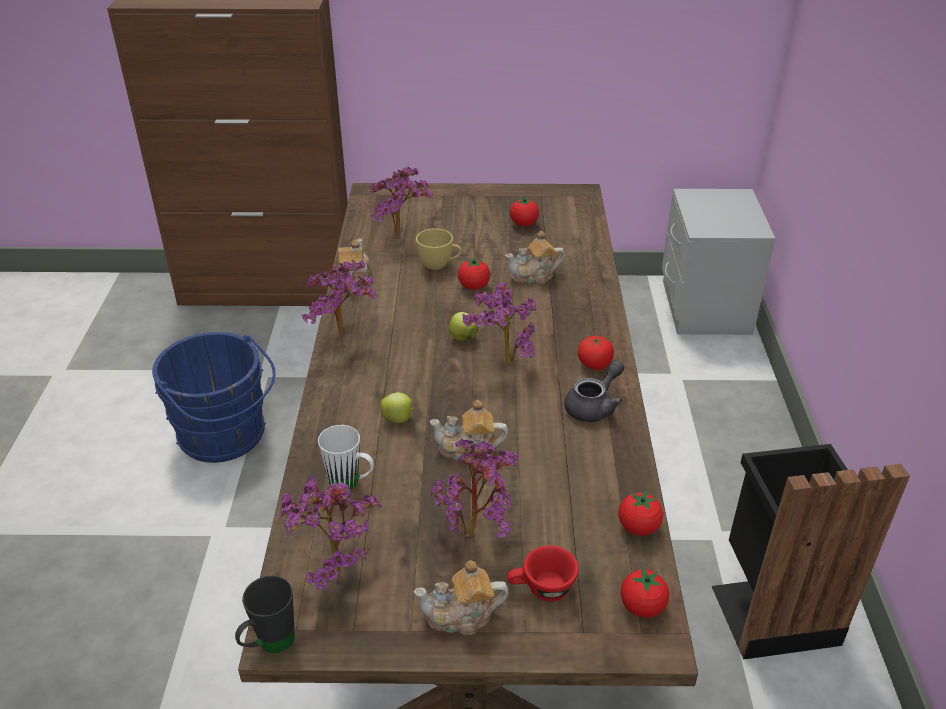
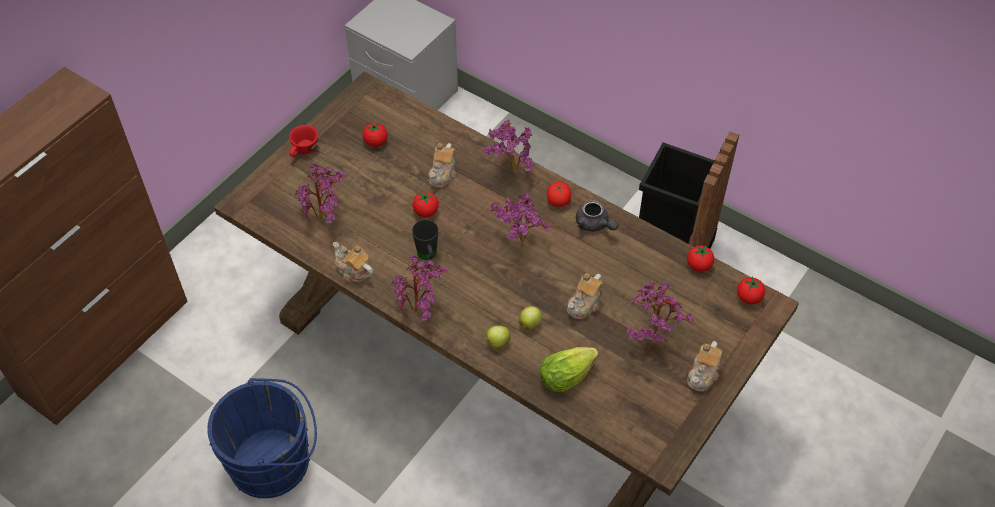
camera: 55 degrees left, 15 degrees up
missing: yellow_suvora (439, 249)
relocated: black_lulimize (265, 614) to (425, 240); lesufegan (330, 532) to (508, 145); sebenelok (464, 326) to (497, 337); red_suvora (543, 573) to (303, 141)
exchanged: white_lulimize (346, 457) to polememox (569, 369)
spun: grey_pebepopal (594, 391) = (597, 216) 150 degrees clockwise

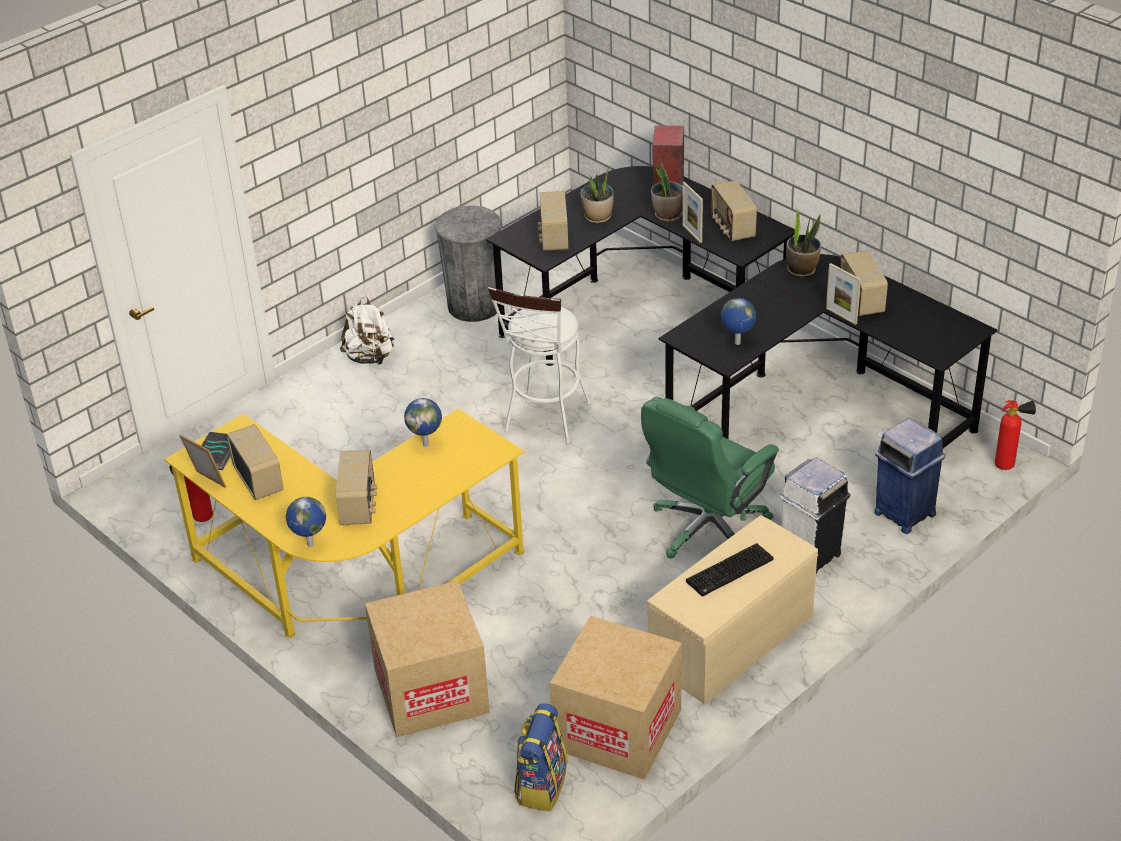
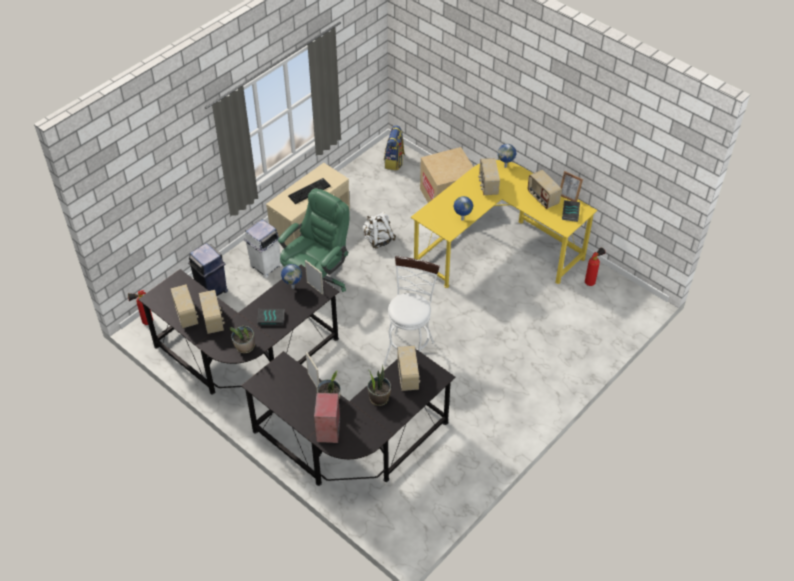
camera: 175 degrees right, 10 degrees up
missing: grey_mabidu (468, 263); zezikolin (616, 698)
appeared: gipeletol (271, 317)
relocated: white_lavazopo (367, 330) to (379, 230); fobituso (734, 210) to (184, 306); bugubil (843, 294) to (314, 277)

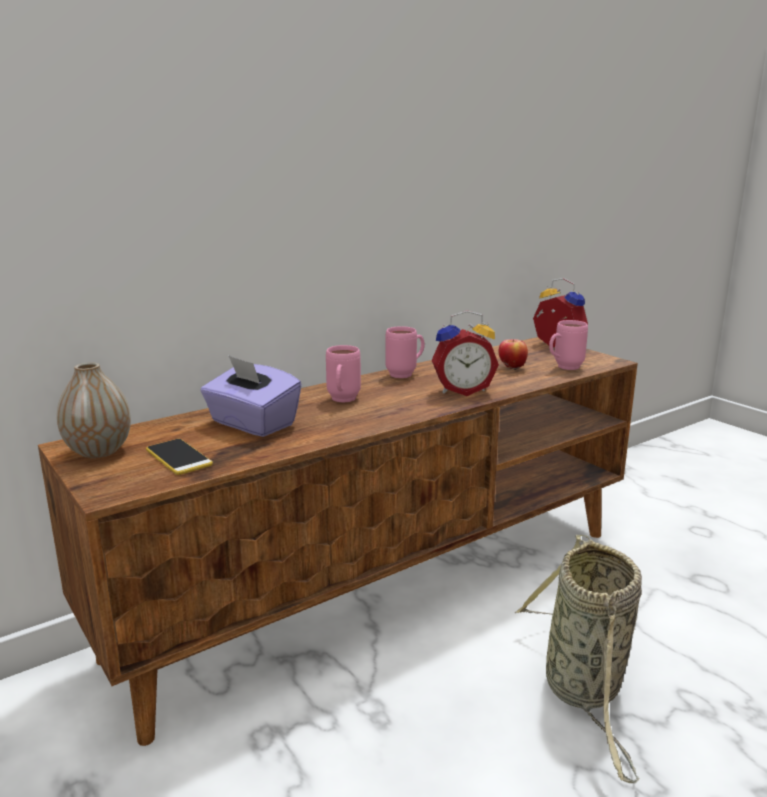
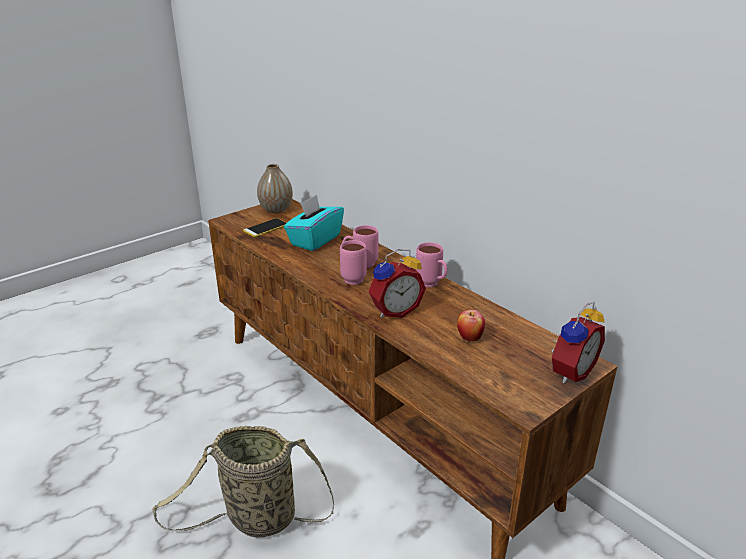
camera: 85 degrees right, 10 degrees up
relocated: pink_lulimize (568, 345) to (353, 262)
colour: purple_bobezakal (251, 396) to turquoise_bobezakal (314, 223)
spun: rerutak (465, 353) = (397, 283) 105 degrees counterclockwise

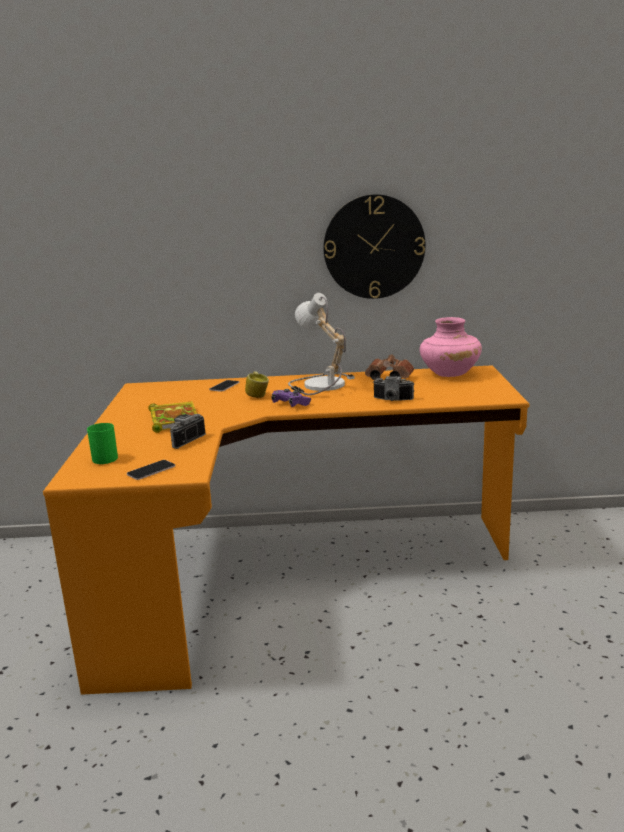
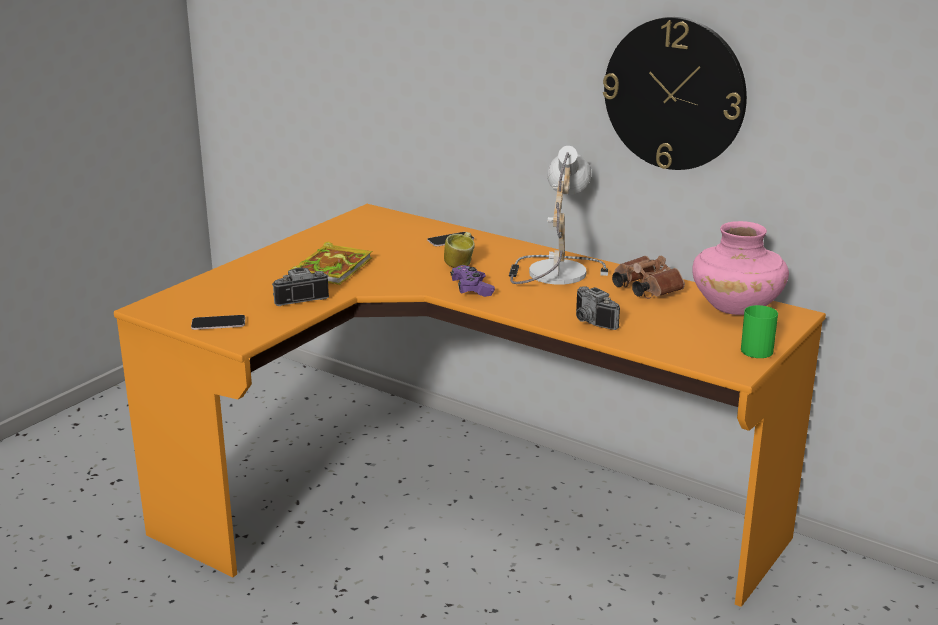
camera: 35 degrees right, 5 degrees up
relocated: green_lulimize (102, 443) to (759, 331)

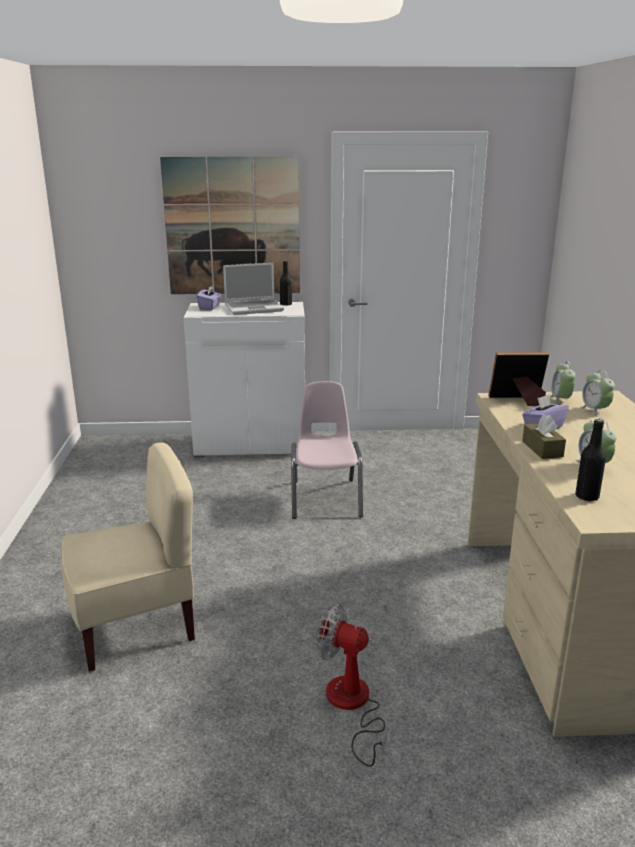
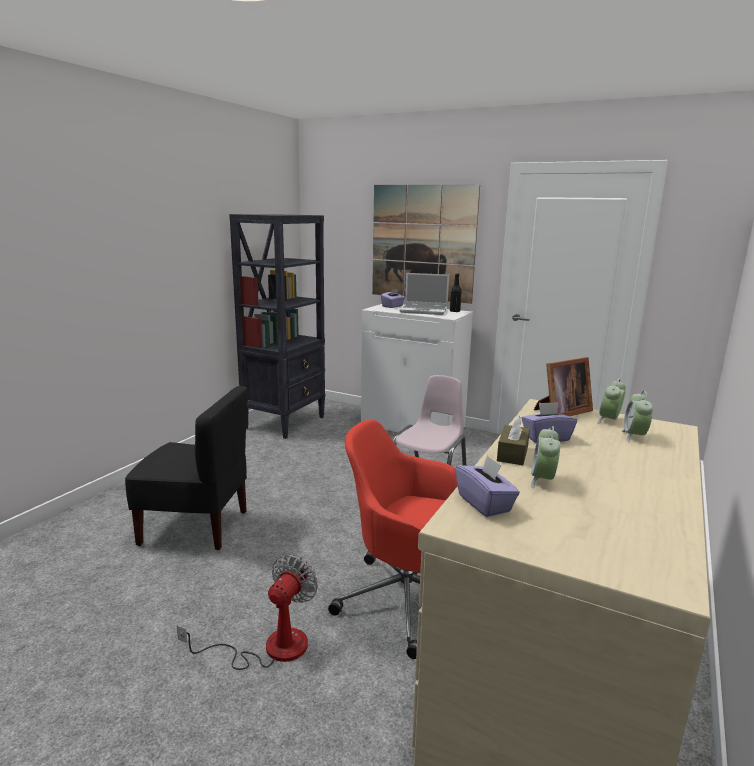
camera: 30 degrees right, 5 degrees down
appeared: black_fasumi (277, 326); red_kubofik (392, 539)
exchanged: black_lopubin (590, 460) to purple_bobezakal (487, 486)
colour: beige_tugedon (127, 557) to black_tugedon (186, 468)
spun: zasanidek (351, 685) = (247, 612) 60 degrees clockwise; bugubil (518, 379) = (563, 386) 120 degrees clockwise

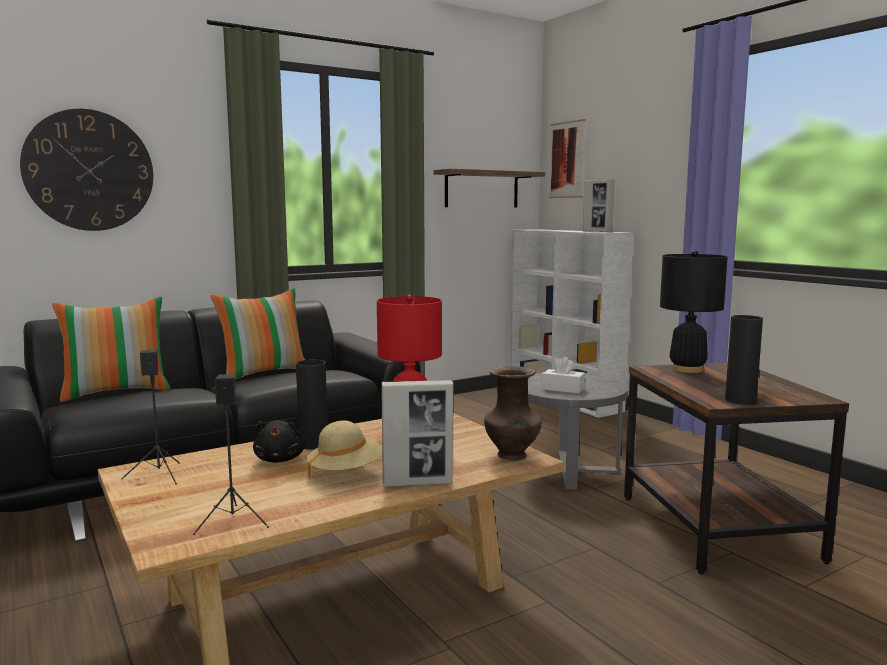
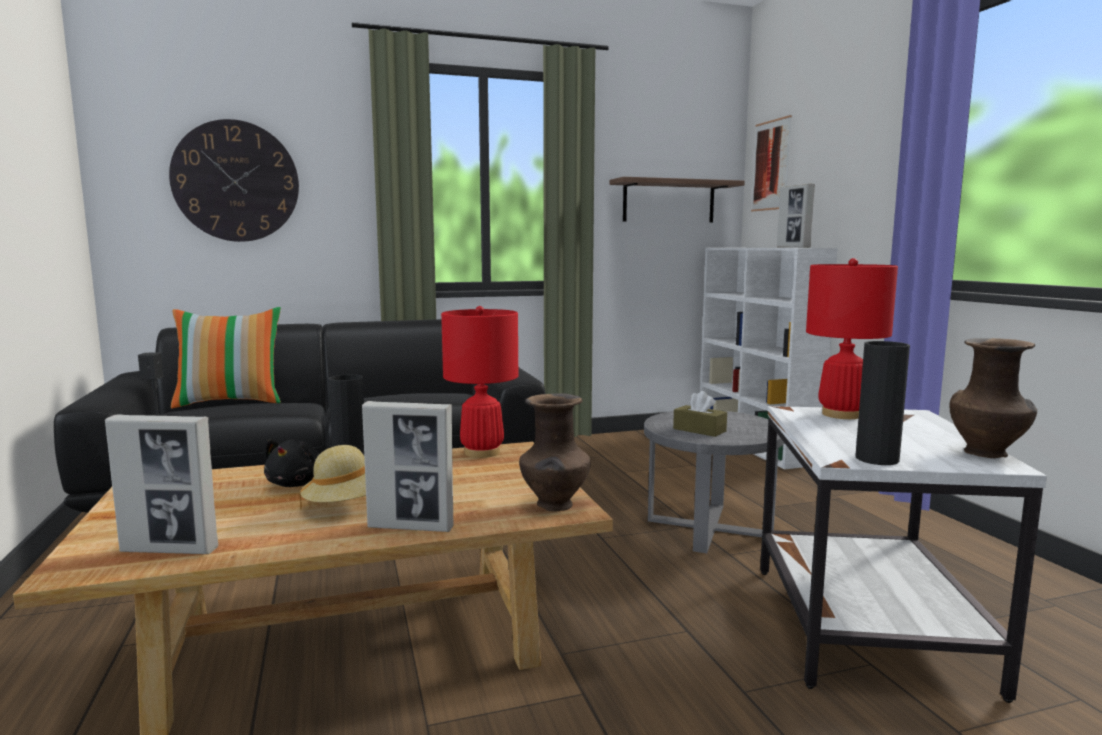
camera: 15 degrees right, 0 degrees up
missing: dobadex (258, 334)
appeared: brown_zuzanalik (993, 398)
exchanged: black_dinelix (231, 454) to bugubil (161, 484)
colour: white_bobezakal (563, 375) to brown_bobezakal (700, 414); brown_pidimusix (736, 468) to white_pidimusix (903, 554); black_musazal (694, 312) to red_musazal (852, 338)

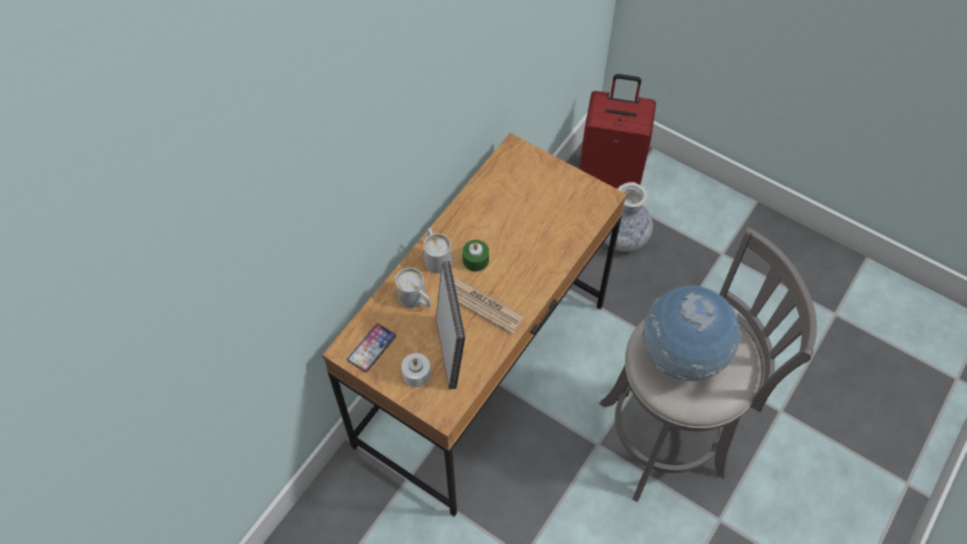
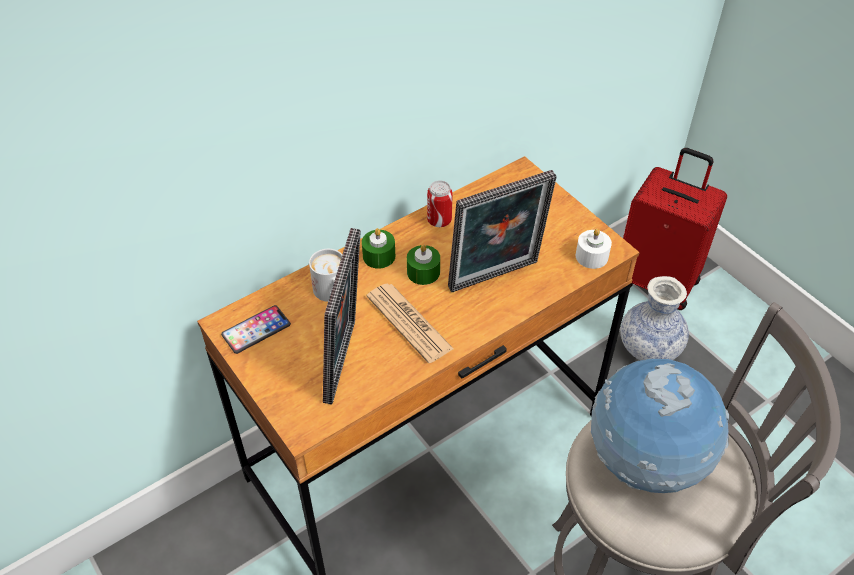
camera: 20 degrees right, 10 degrees down
appeared: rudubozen (440, 203); bugubil (502, 231)
relocated: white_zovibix (416, 370) to (594, 248)
exchanged: white_lulimize (437, 250) to green_zovibix (378, 248)

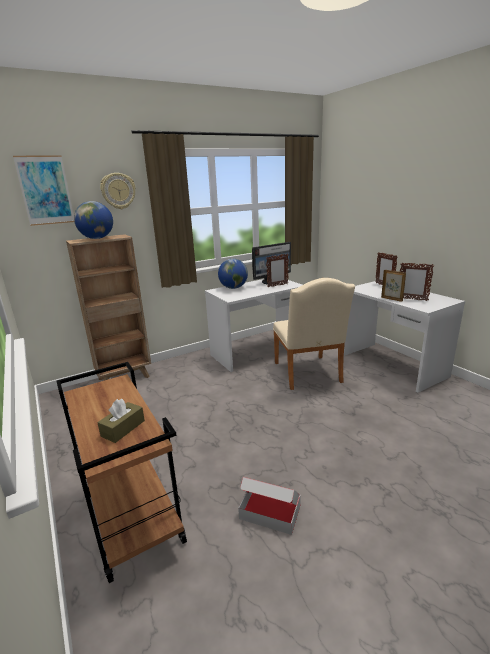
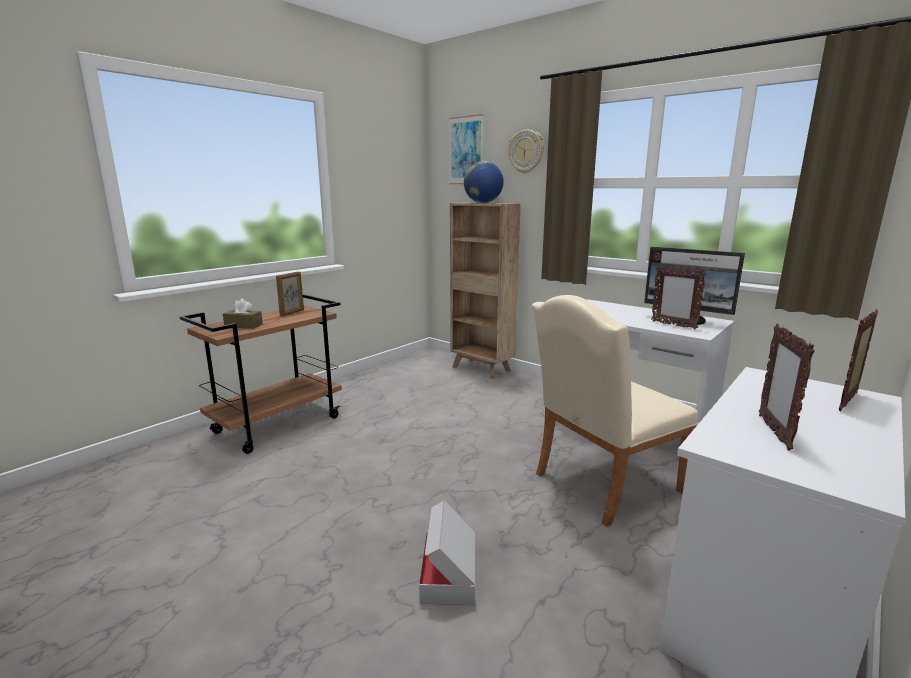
camera: 70 degrees right, 5 degrees down
missing: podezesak (233, 274)
relocated: zezikolin (269, 506) to (447, 552); bugubil (393, 286) to (290, 294)

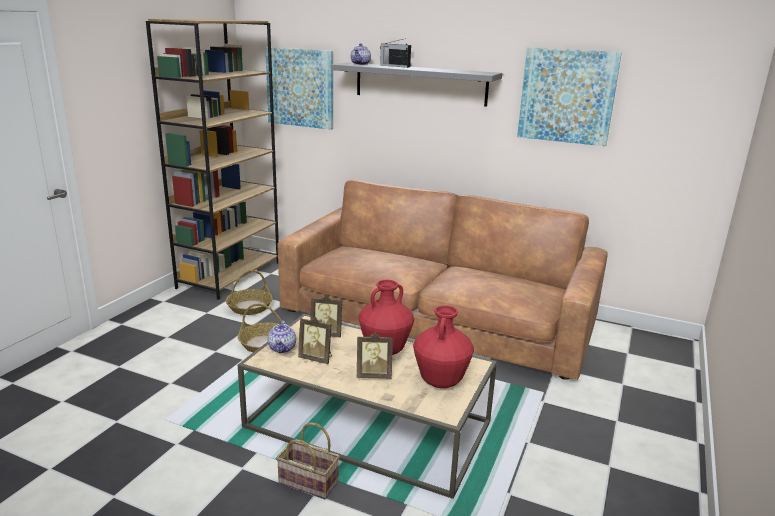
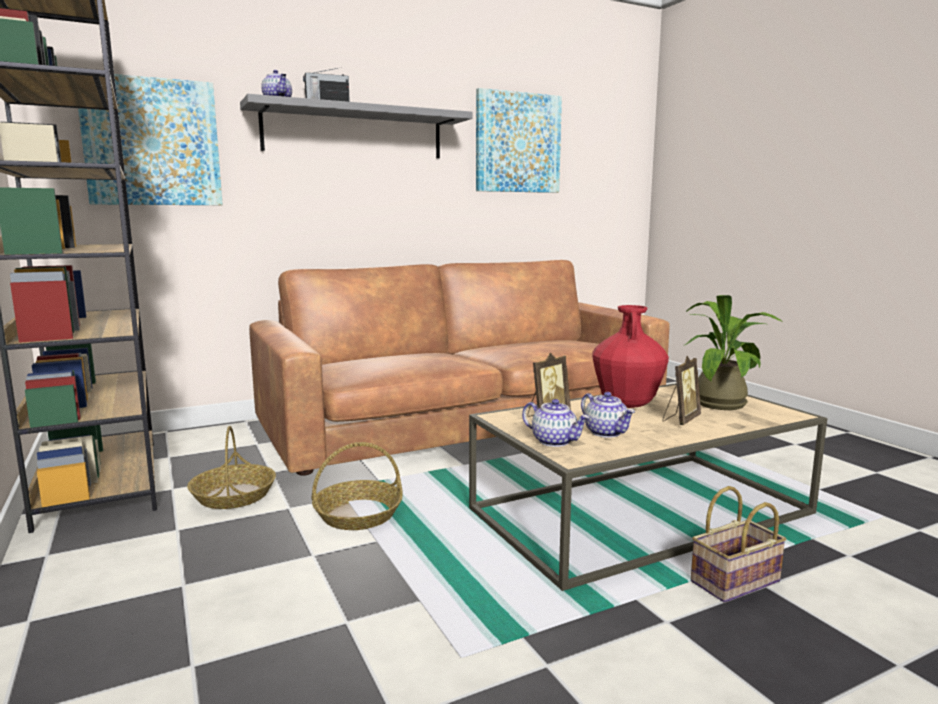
camera: 50 degrees left, 10 degrees down
exchanged: bugubil (315, 340) to pebepopal (608, 415); red_zuzanalik (443, 346) to lesufegan (733, 352)

